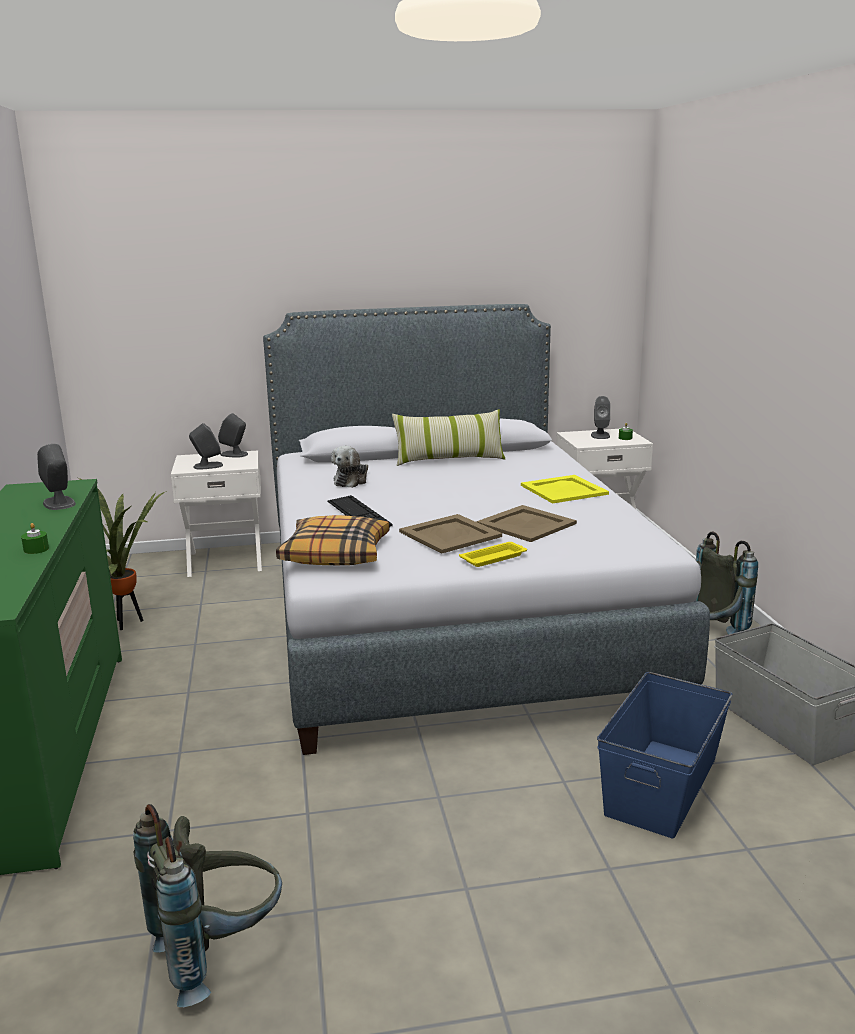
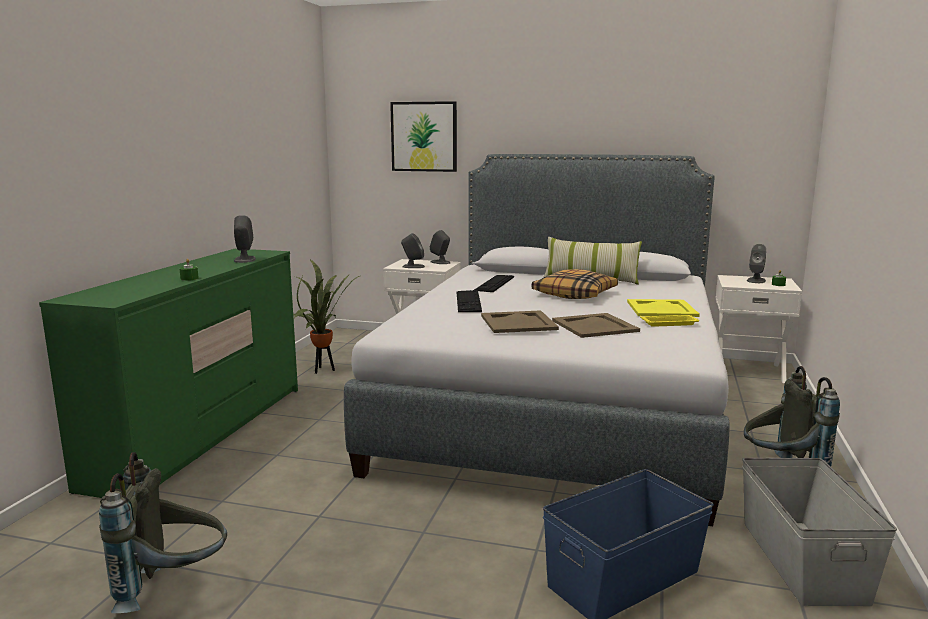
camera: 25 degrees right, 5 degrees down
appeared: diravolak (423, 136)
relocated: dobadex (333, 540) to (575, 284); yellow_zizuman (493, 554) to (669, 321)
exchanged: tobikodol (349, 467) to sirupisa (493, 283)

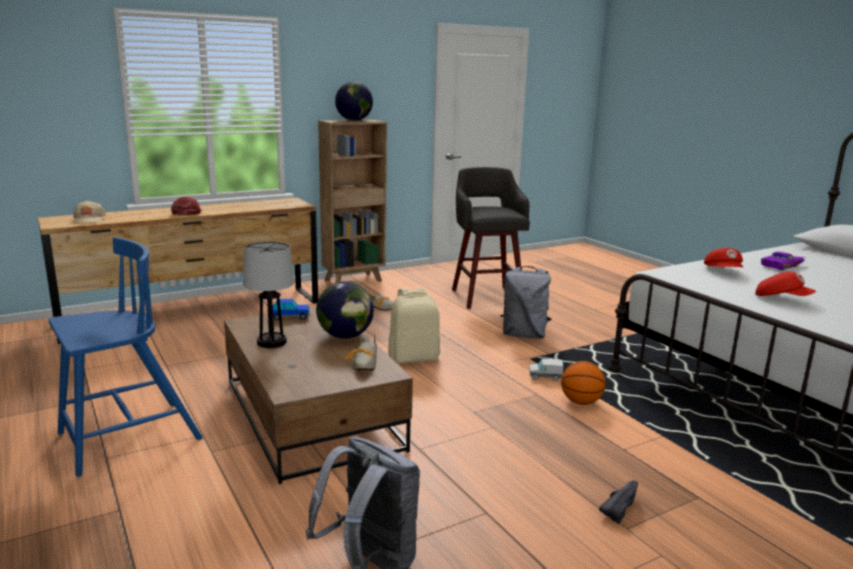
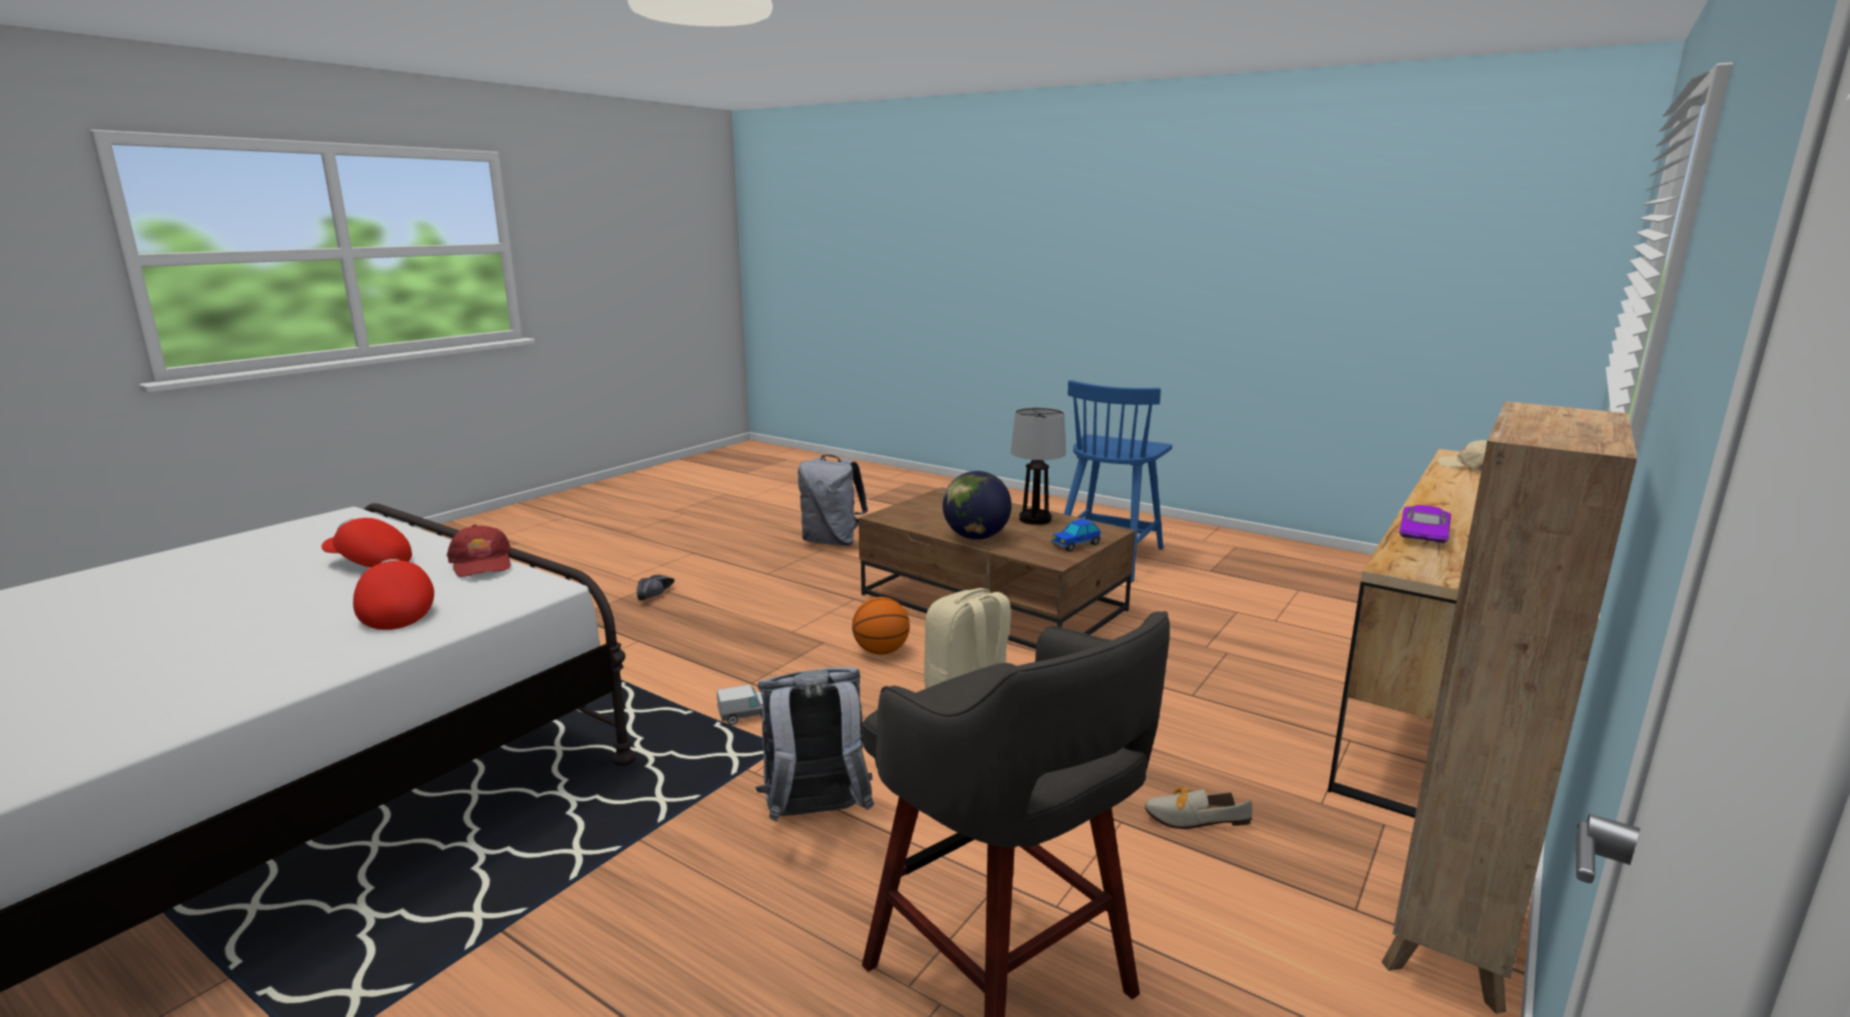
camera: 155 degrees right, 0 degrees up
missing: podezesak (354, 101); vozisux (361, 352)
relocated: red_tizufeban (187, 206) to (479, 551); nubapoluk (583, 383) to (881, 626); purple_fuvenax (783, 261) to (1425, 524)

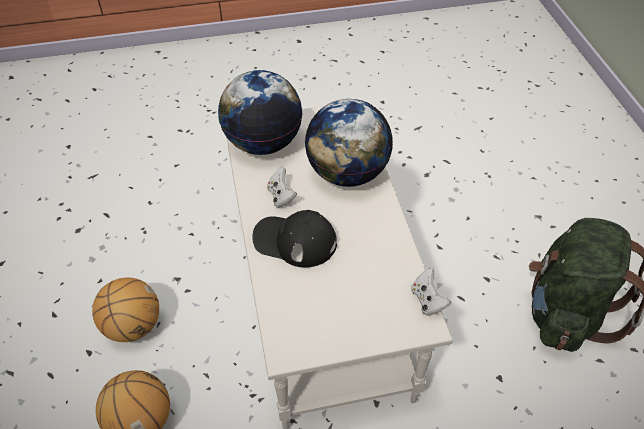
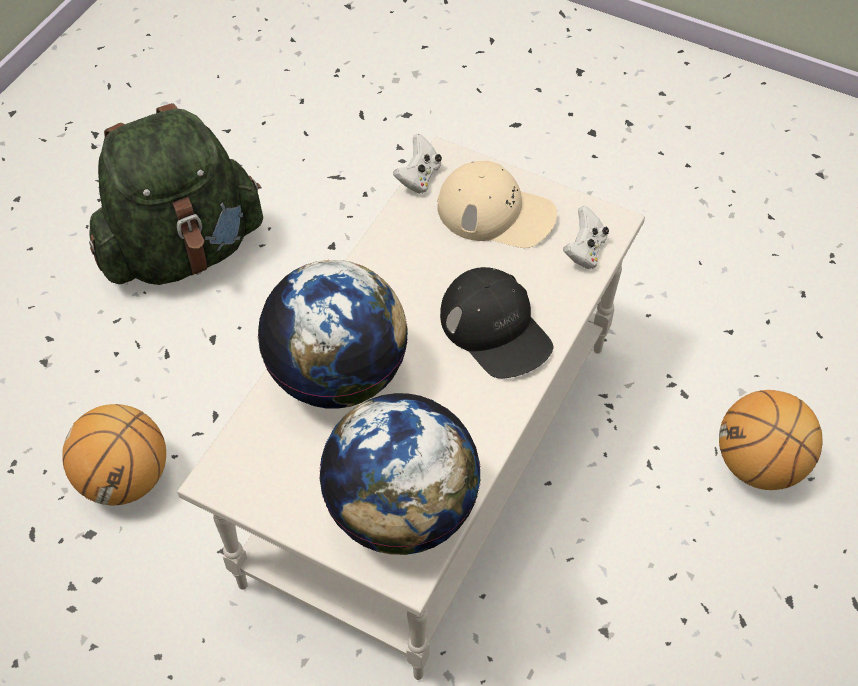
camera: 140 degrees left, 5 degrees up
appeared: beige_tizufeban (497, 204)
relocated: nubapoluk (125, 310) to (114, 455); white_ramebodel (282, 187) to (586, 237)

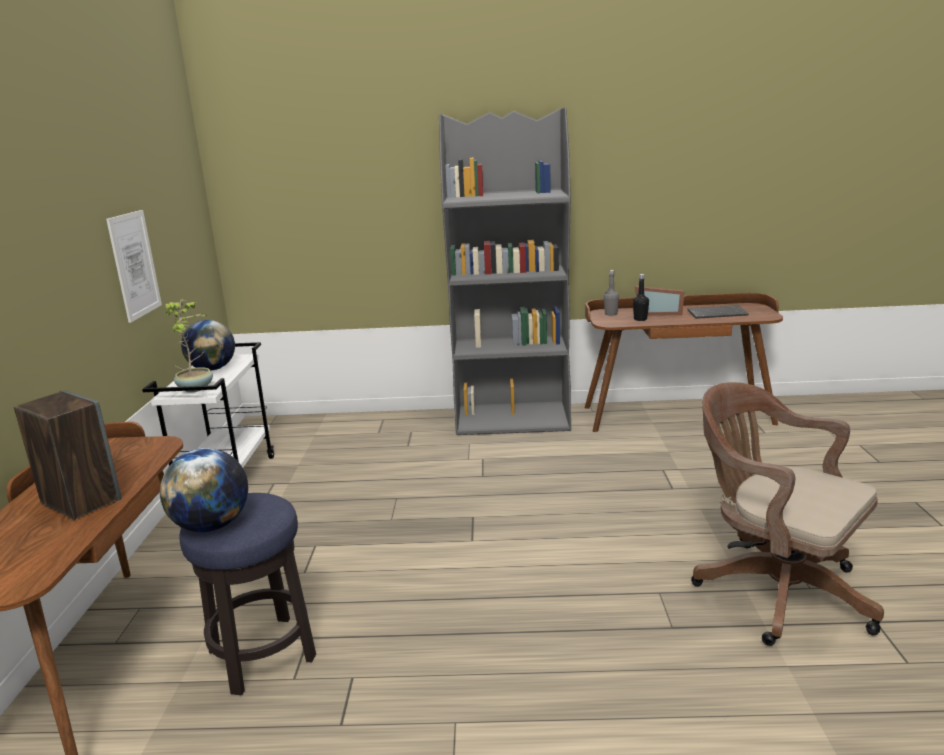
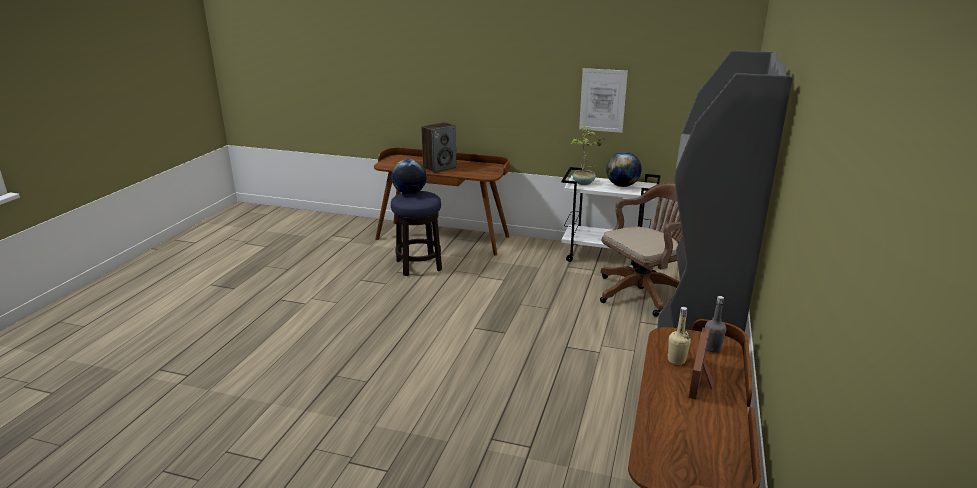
camera: 105 degrees right, 5 degrees up
missing: sirupisa (718, 312)
relocated: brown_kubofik (787, 514) to (641, 249)
colour: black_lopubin (641, 297) to beige_lopubin (679, 336)

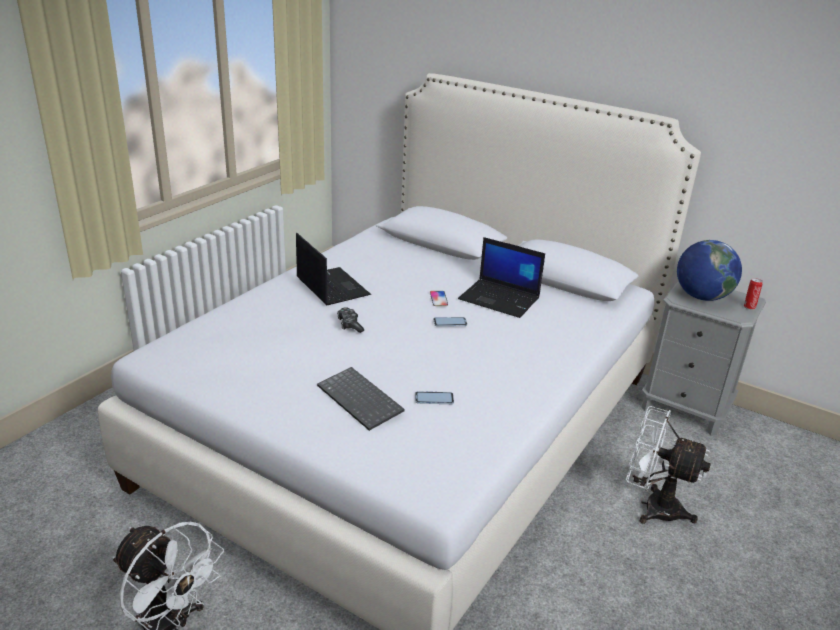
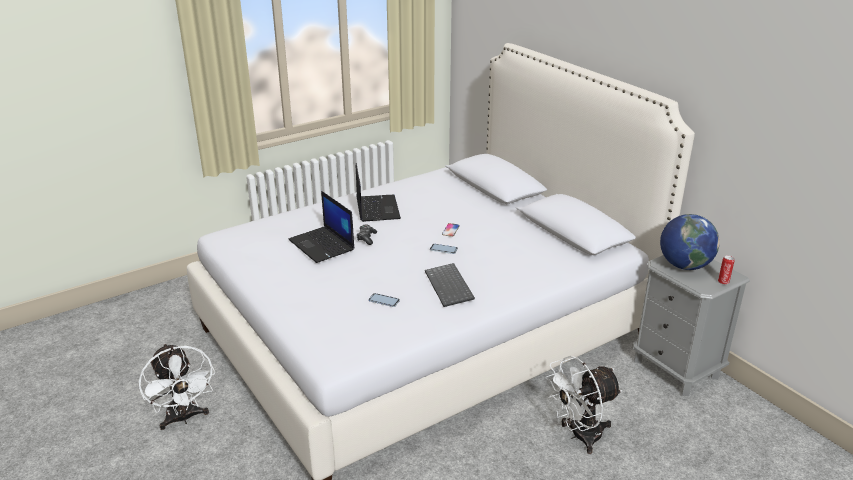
camera: 25 degrees right, 0 degrees up
relocated: sirupisa (361, 399) to (450, 285); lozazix (501, 277) to (321, 227)
spun: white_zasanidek (668, 465) = (584, 405) 75 degrees counterclockwise

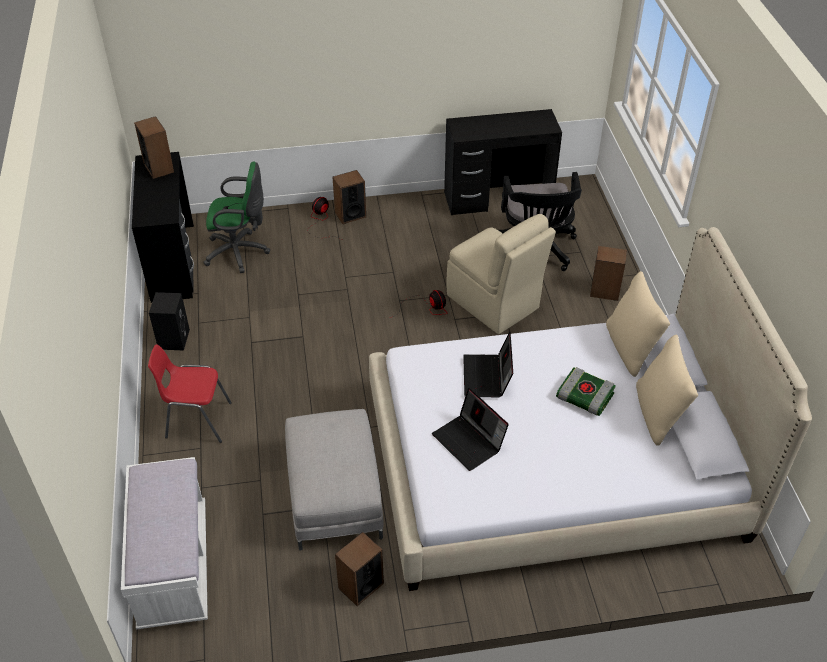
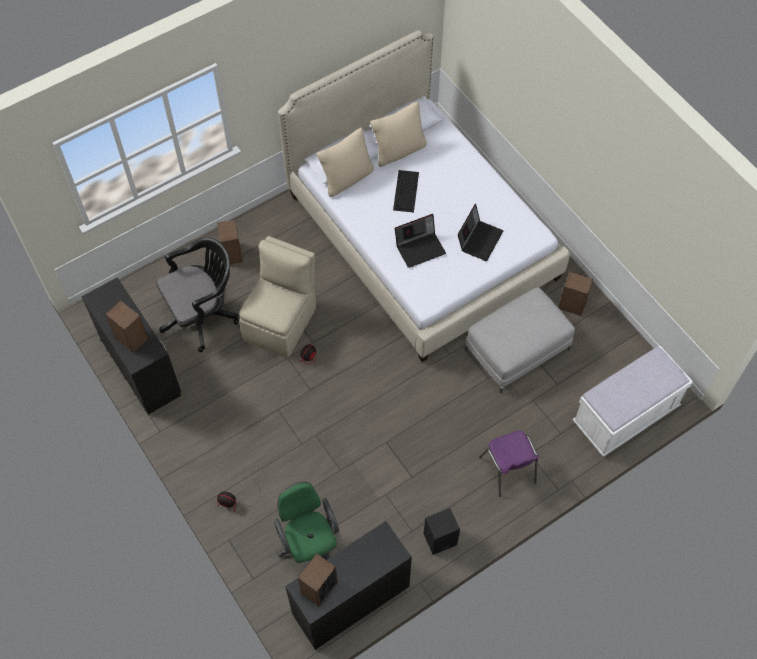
camera: 115 degrees left, 15 degrees up
relocated: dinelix (349, 197) to (126, 326)
exchanged: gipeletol (586, 391) to sirupisa (406, 191)
colour: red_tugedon (190, 394) to purple_tugedon (509, 464)

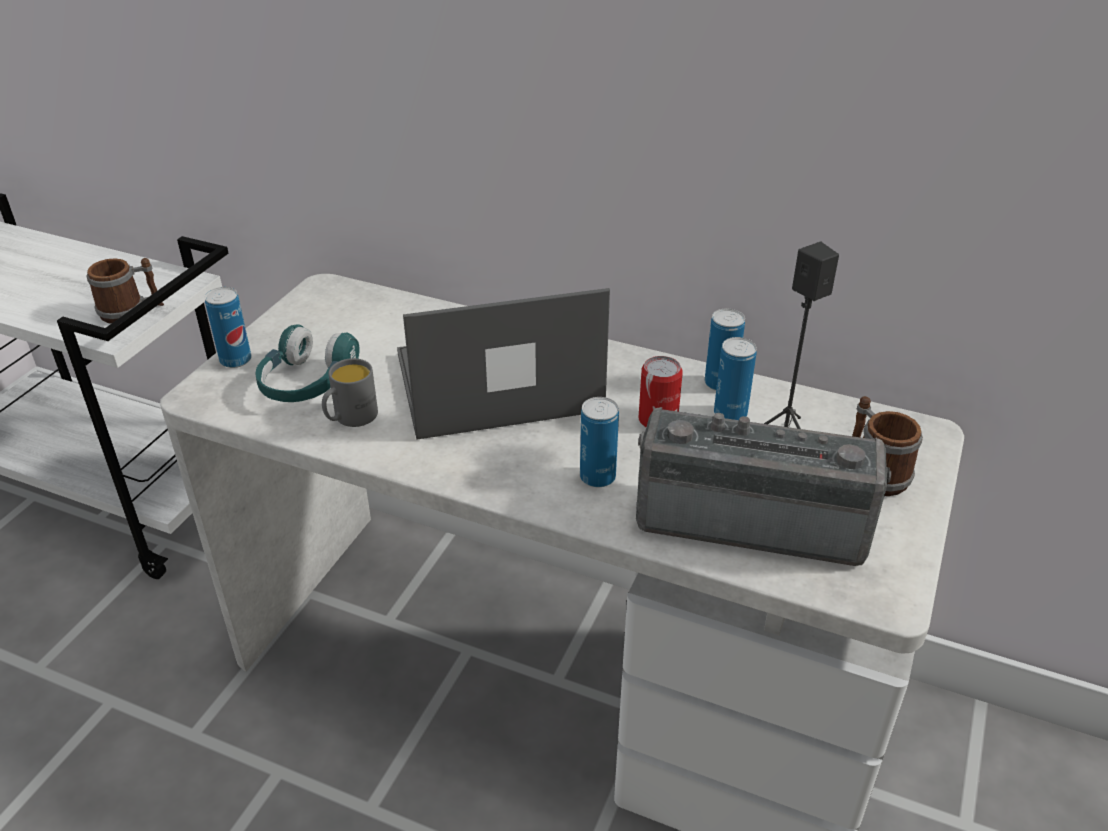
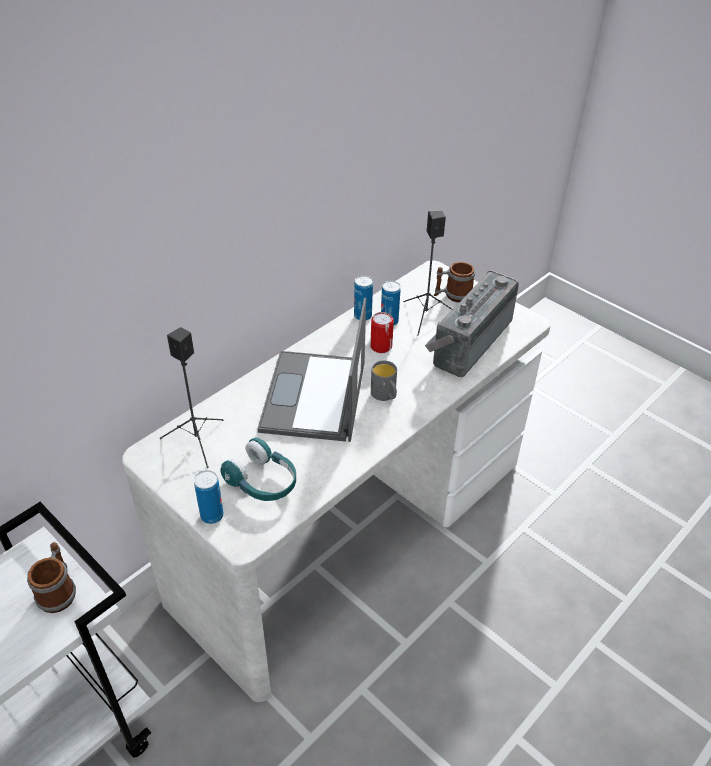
camera: 70 degrees left, 5 degrees up
missing: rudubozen (599, 442)
appeared: black_dinelix (192, 397)
relocated: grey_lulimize (350, 392) to (384, 380)

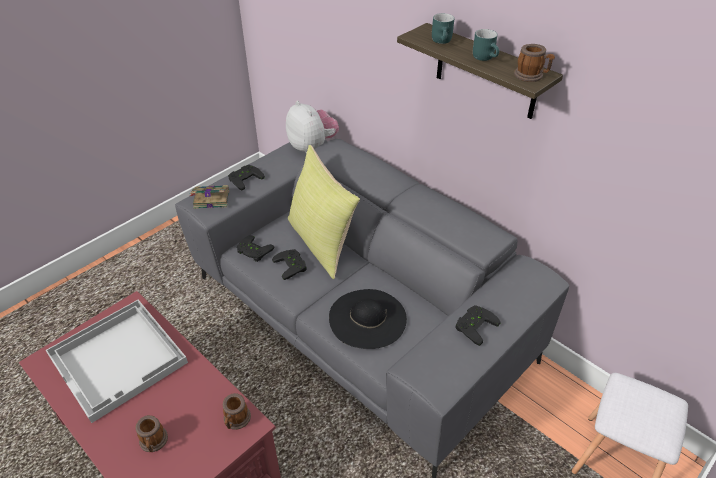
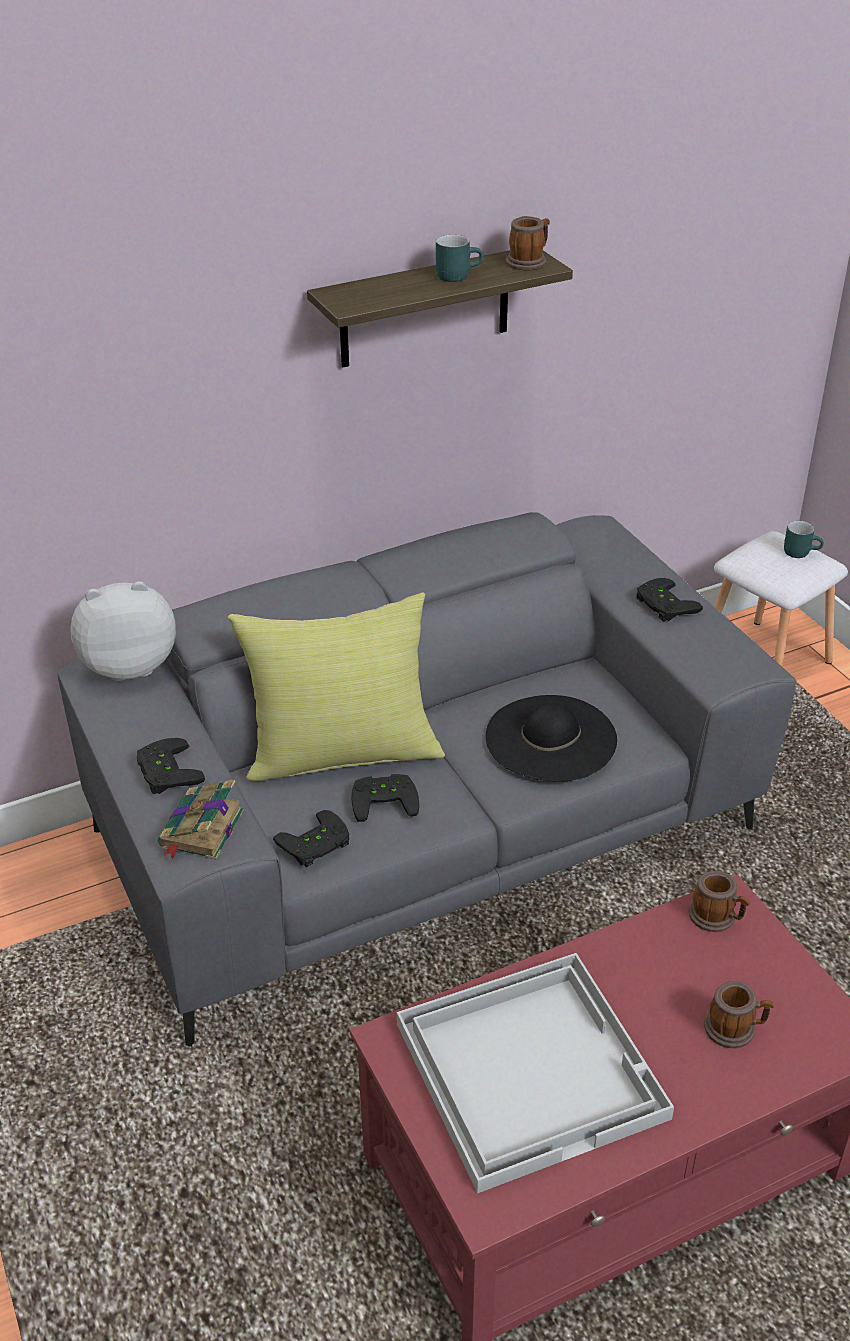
camera: 70 degrees left, 5 degrees down
relocated: turquoise_lulimize (443, 28) to (804, 539)

